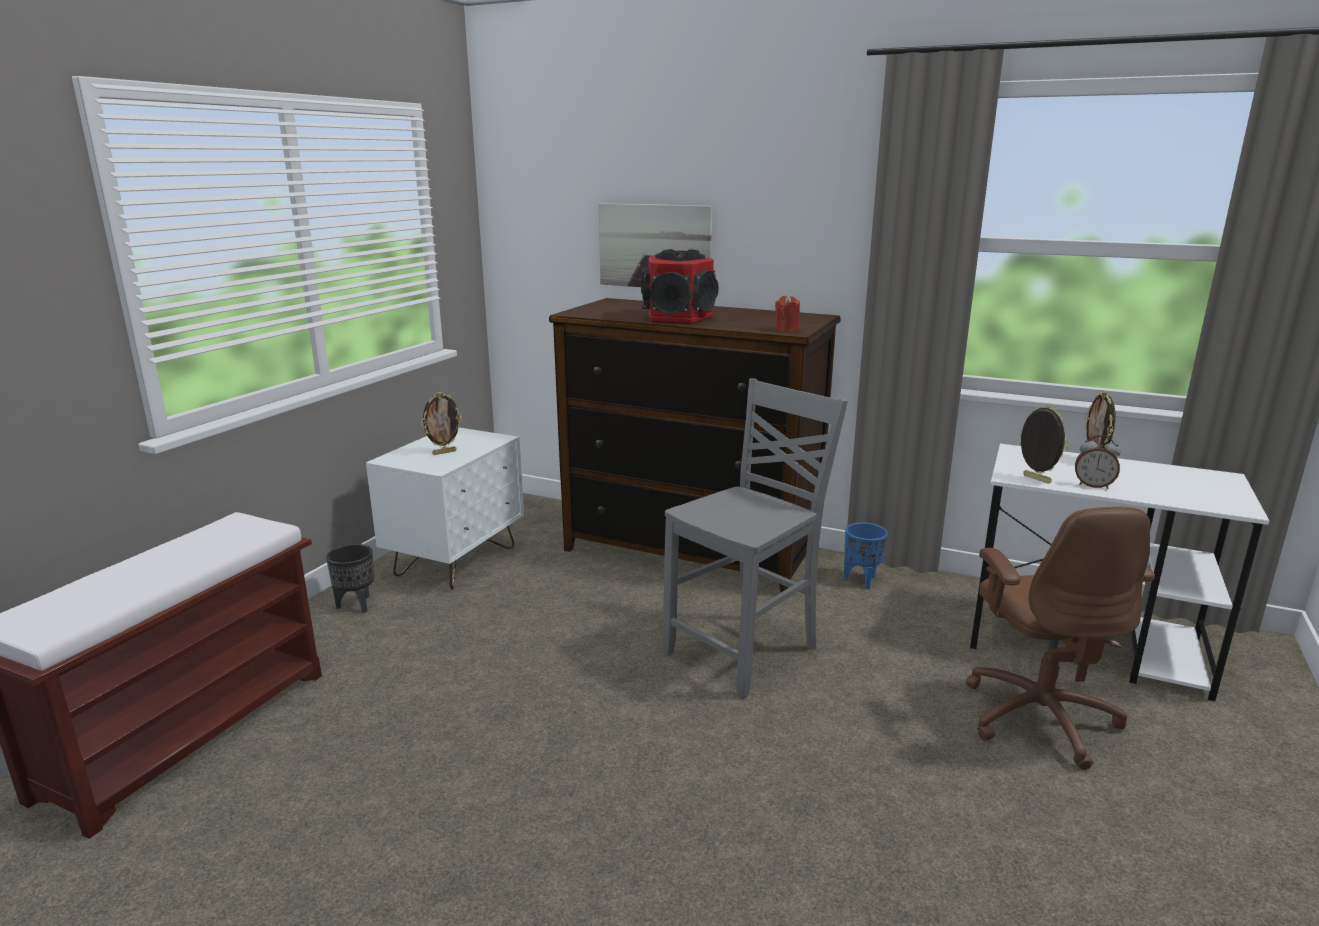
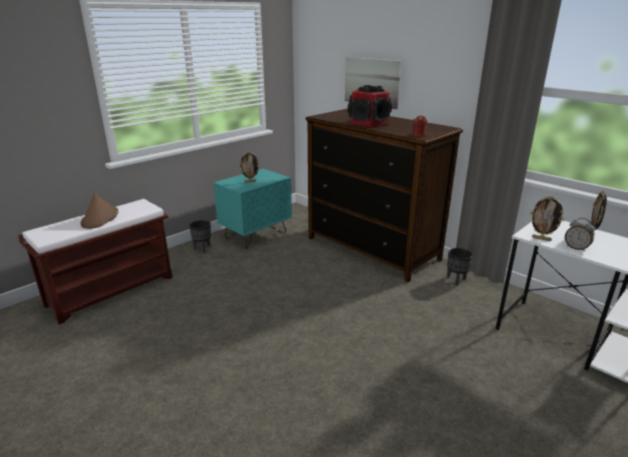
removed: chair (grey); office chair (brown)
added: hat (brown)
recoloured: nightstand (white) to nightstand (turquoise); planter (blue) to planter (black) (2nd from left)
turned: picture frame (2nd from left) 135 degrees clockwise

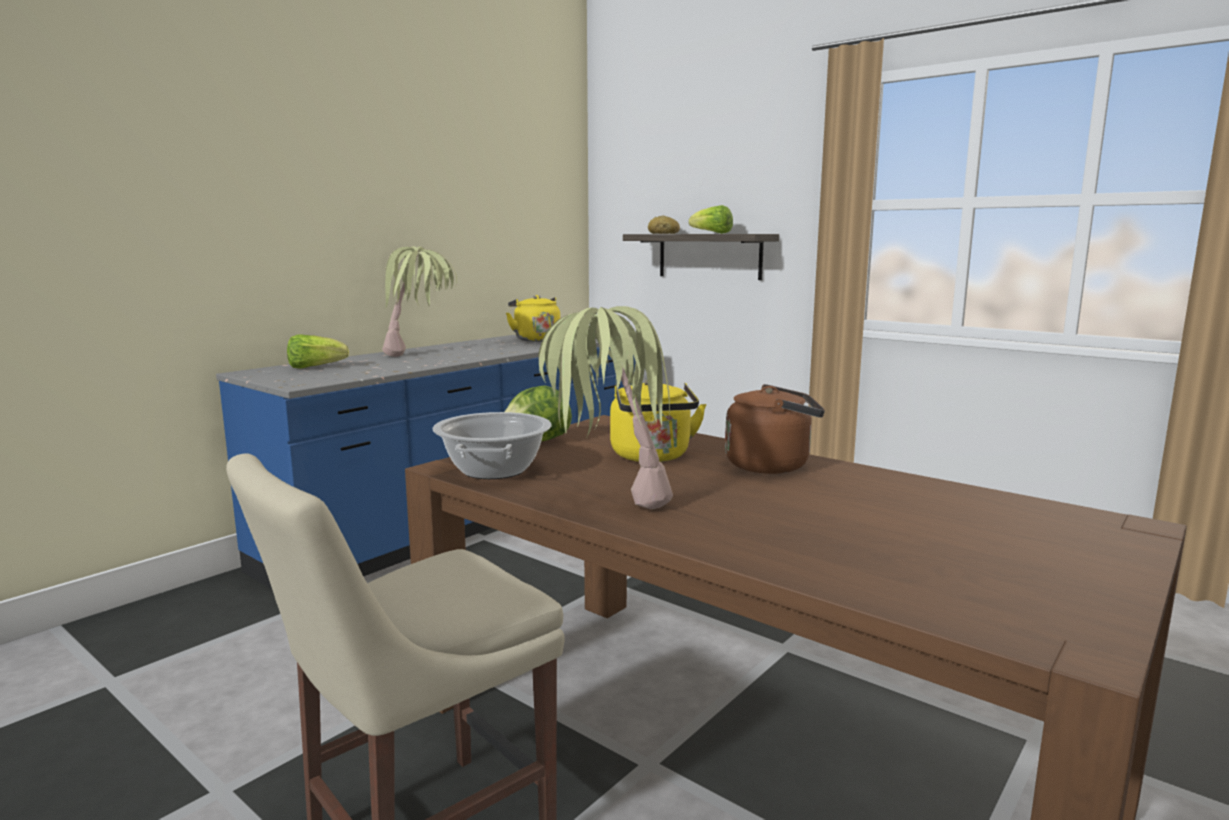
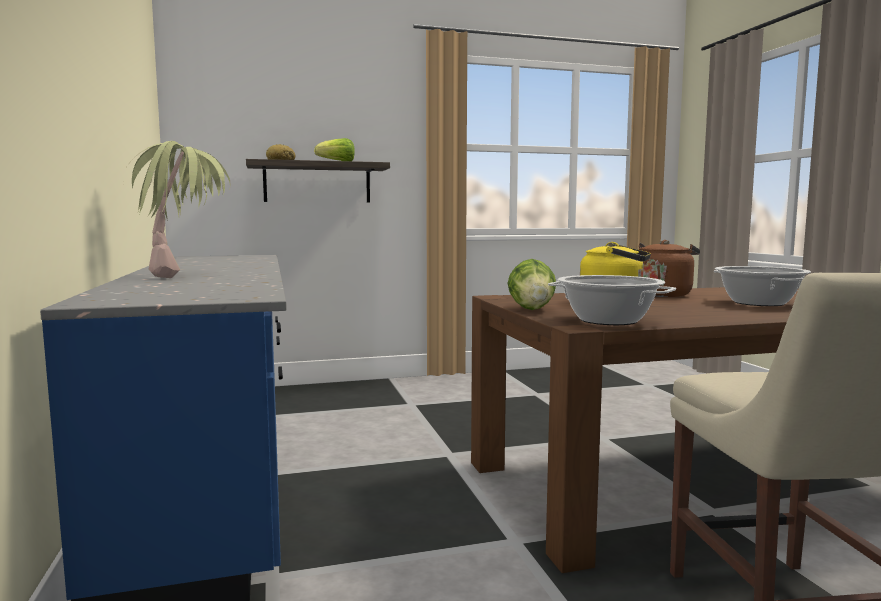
removed: lettuce (1st from left); kettle (yellow) (1st from left); potted plant (2nd from left)
added: cooking pot (2nd from left)

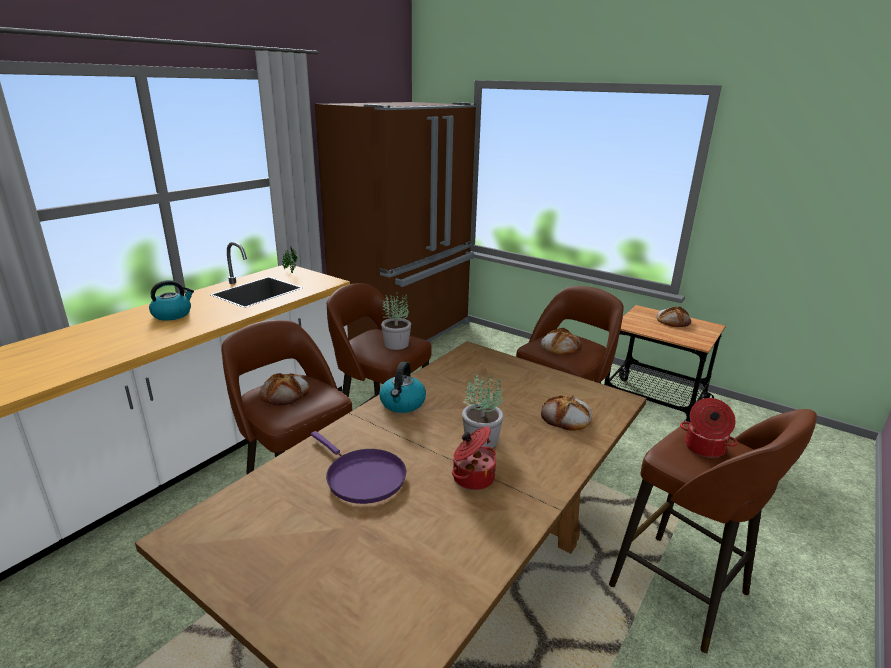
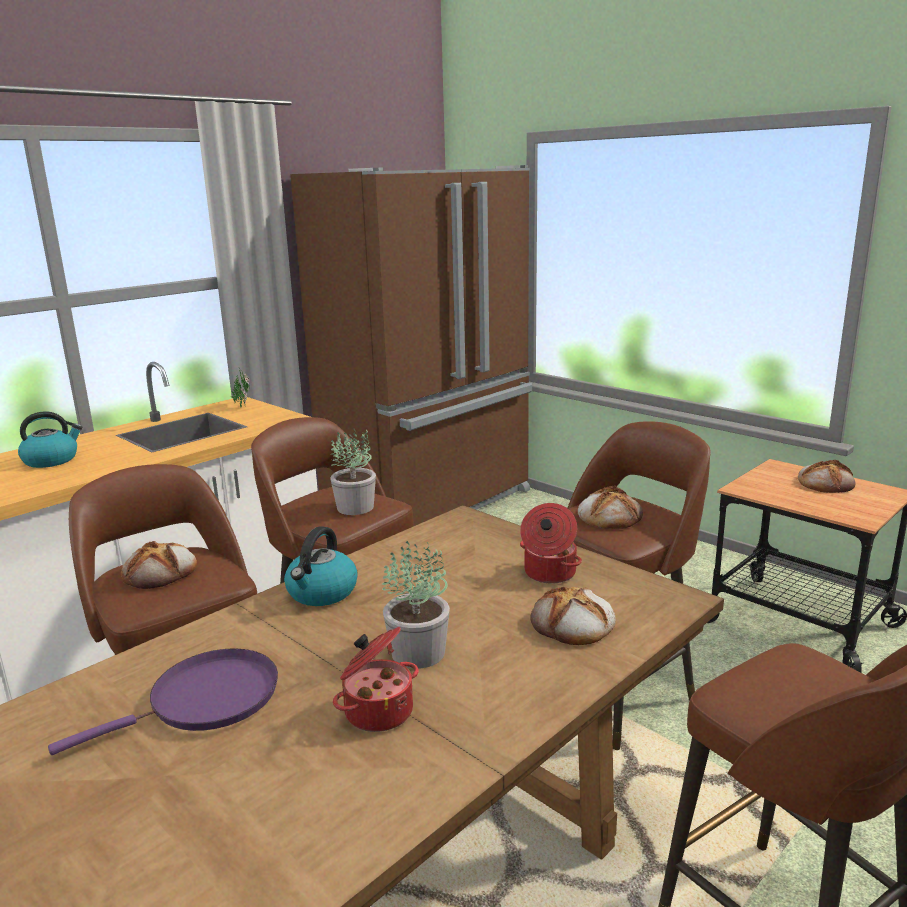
moved: cooking pot (2nd from left)
turned: frying pan (purple) 90 degrees counterclockwise

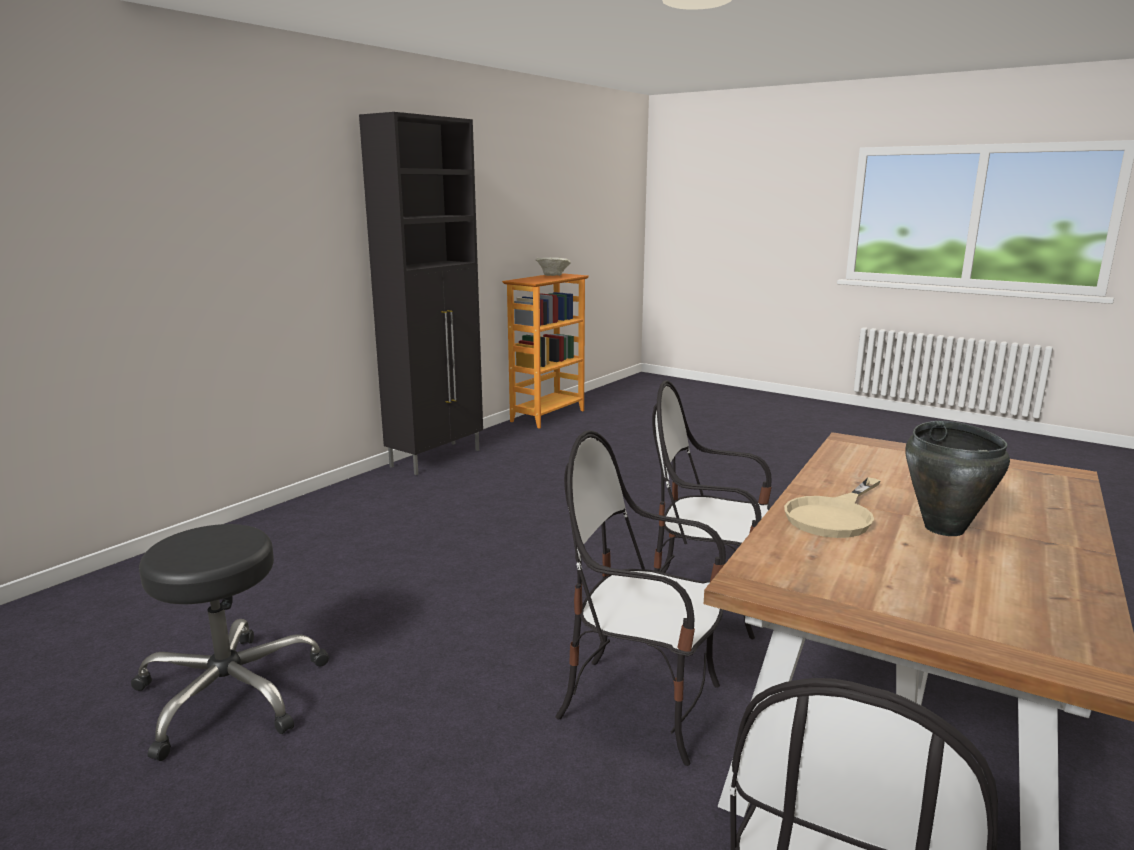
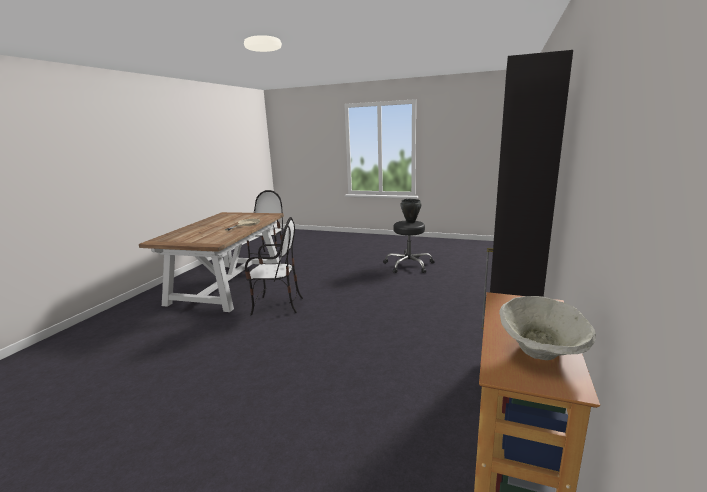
removed: chair (1st from left)
moved: cooking pot (black)

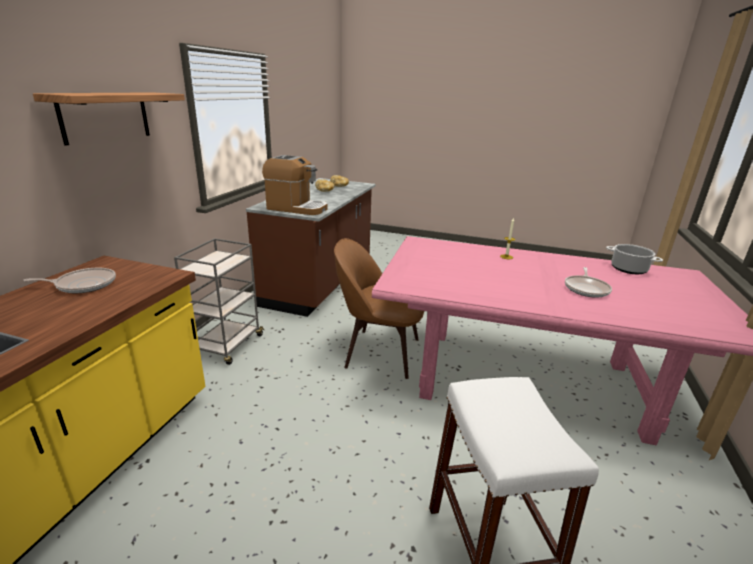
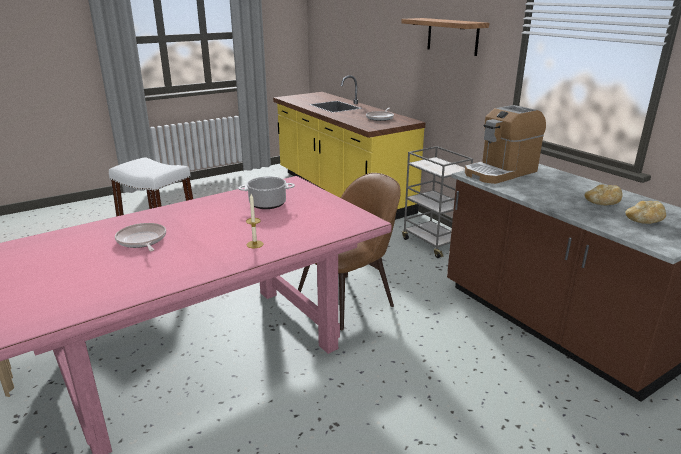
moved: cooking pot

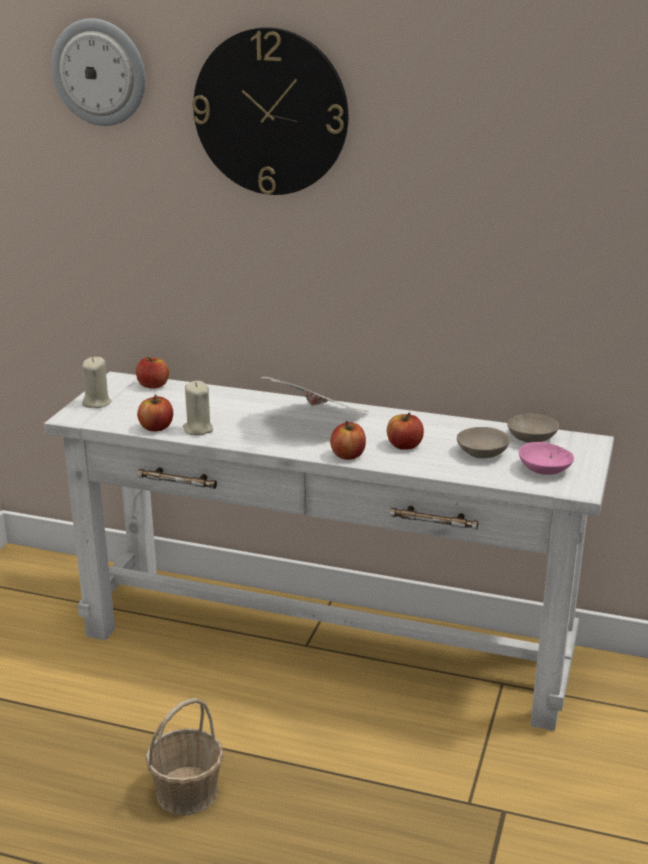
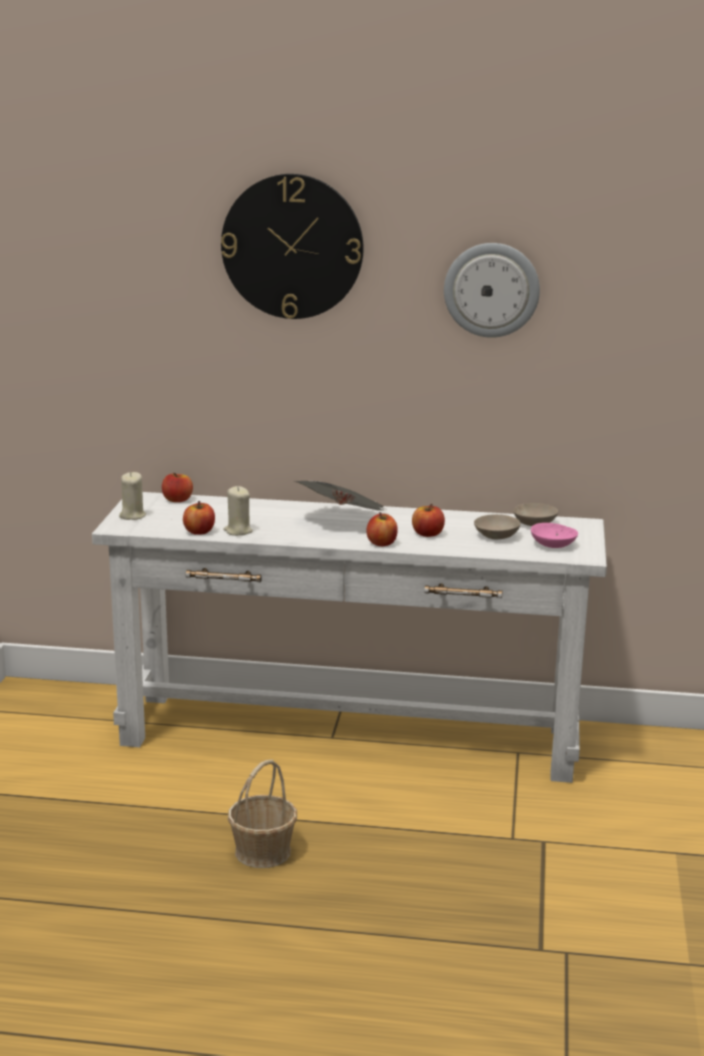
moved: wall clock (1st from left in the first image) to wall clock (2nd from left)

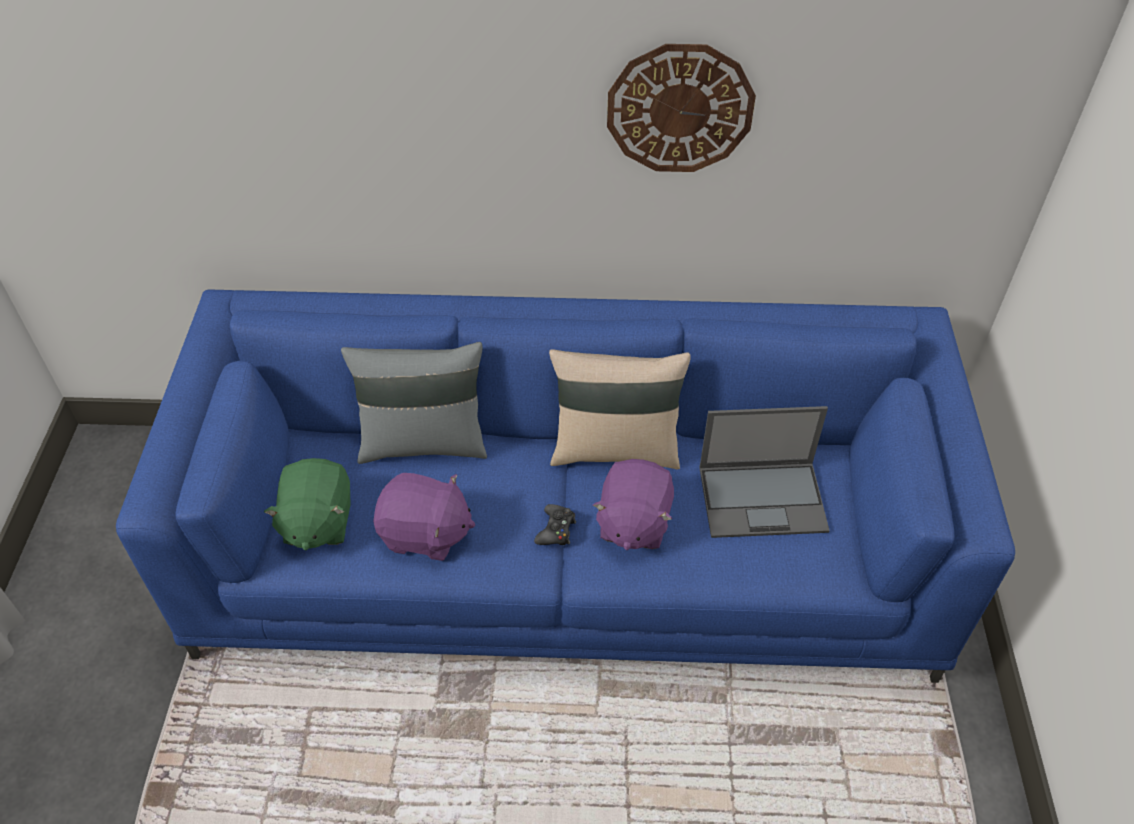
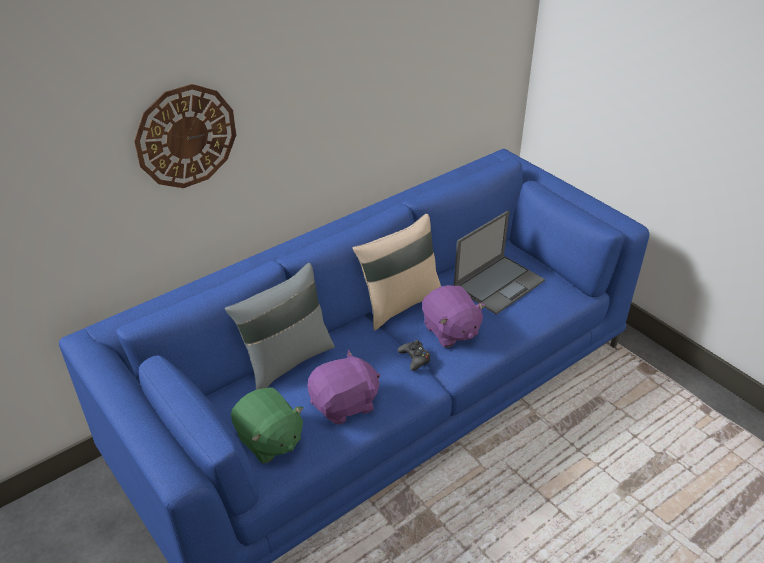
moved: wall clock

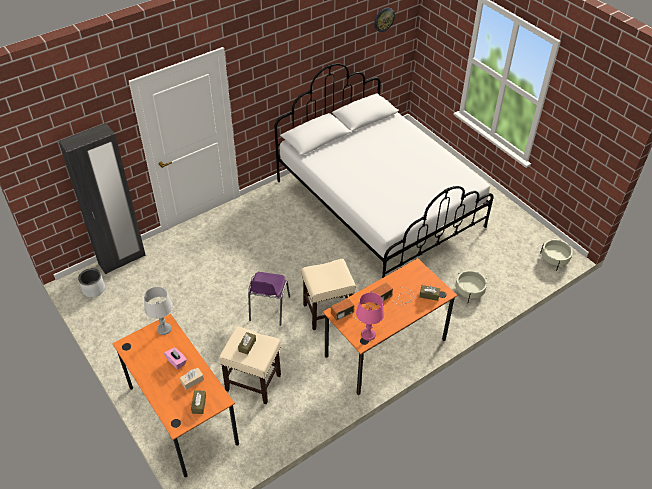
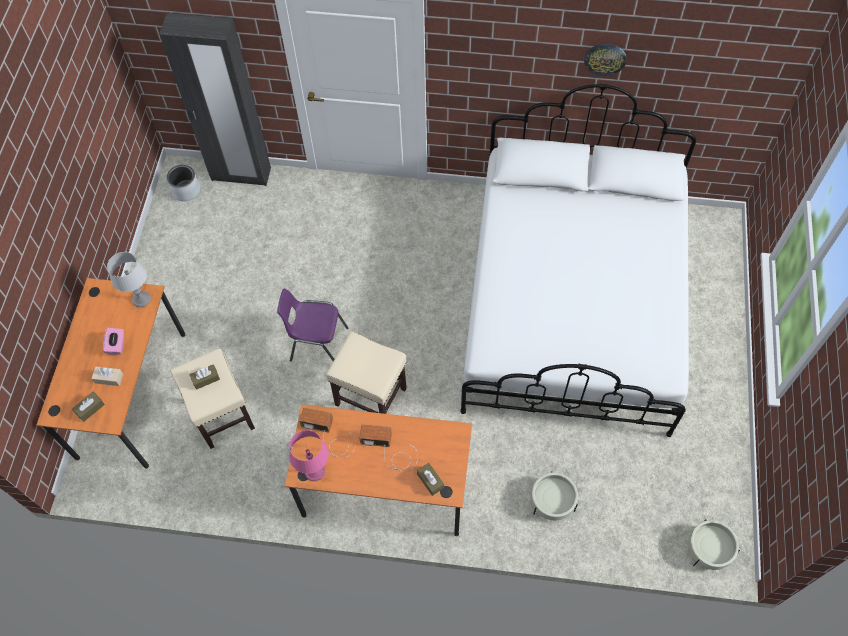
moved: wall clock
turned: chair (purple) 45 degrees clockwise

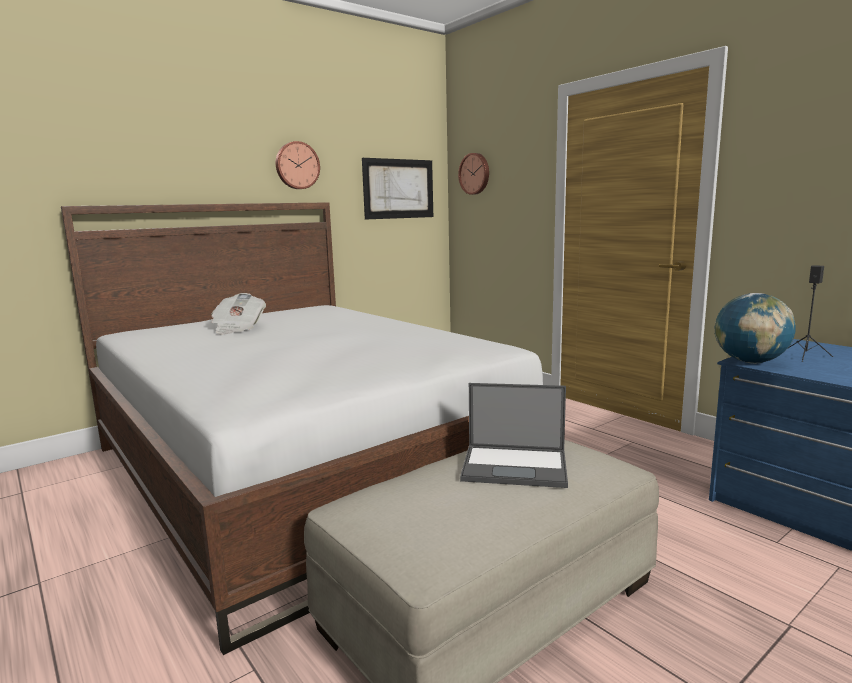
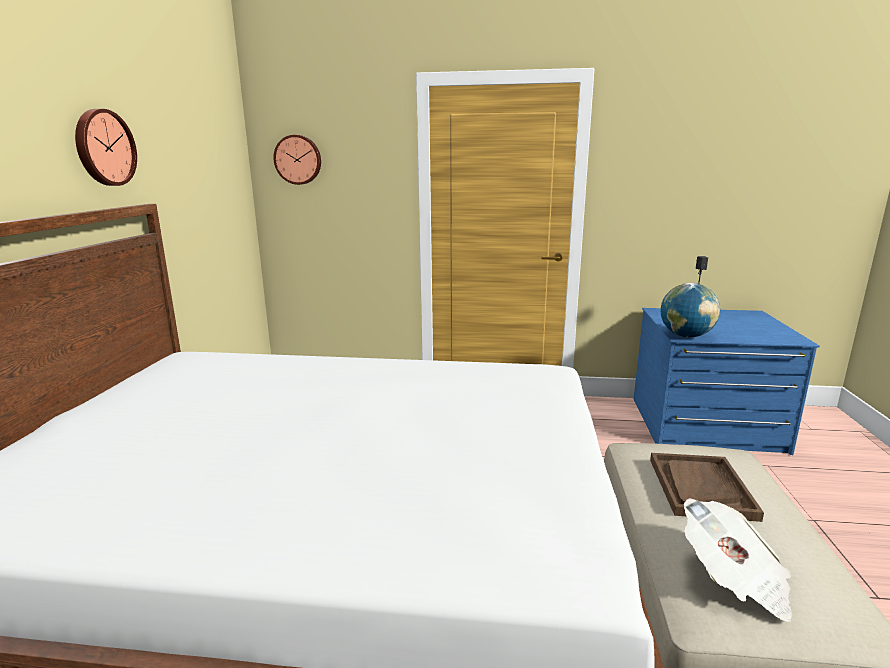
removed: picture
moved: newspaper
replaced: laptop to tray (brown)

